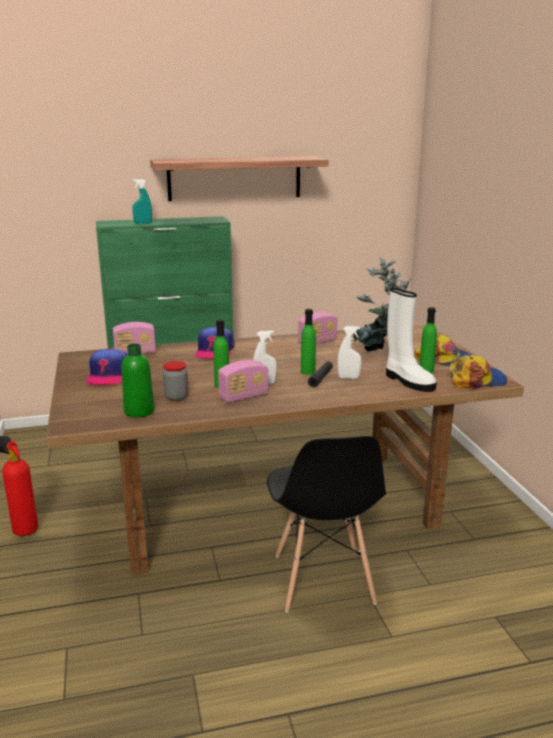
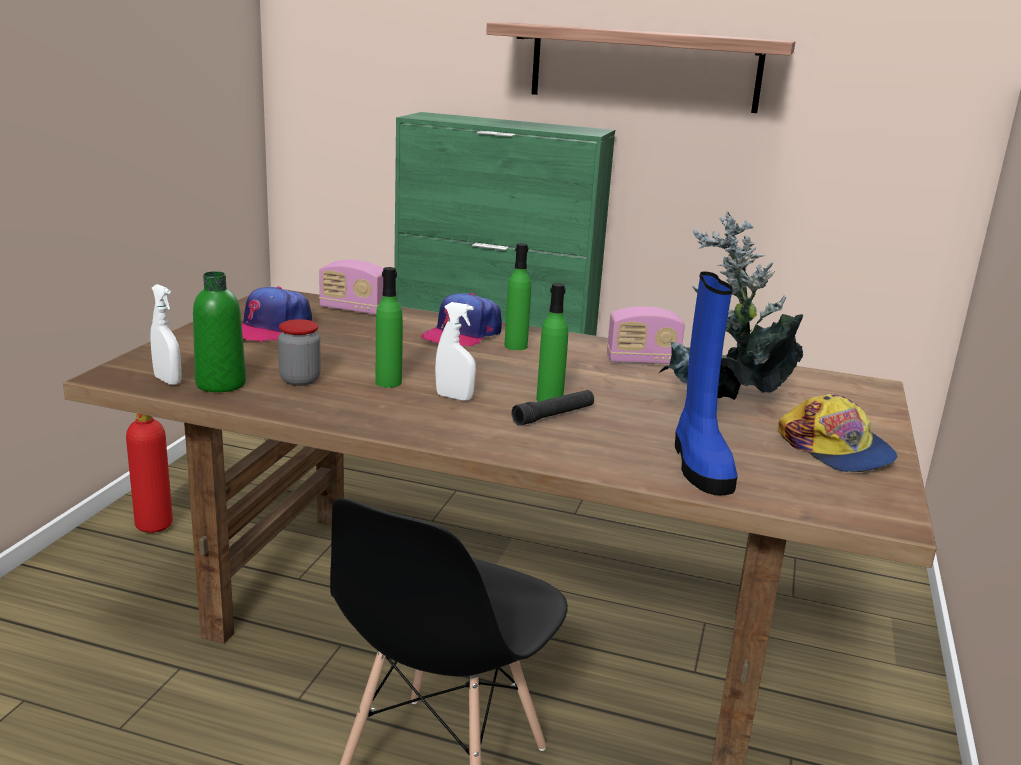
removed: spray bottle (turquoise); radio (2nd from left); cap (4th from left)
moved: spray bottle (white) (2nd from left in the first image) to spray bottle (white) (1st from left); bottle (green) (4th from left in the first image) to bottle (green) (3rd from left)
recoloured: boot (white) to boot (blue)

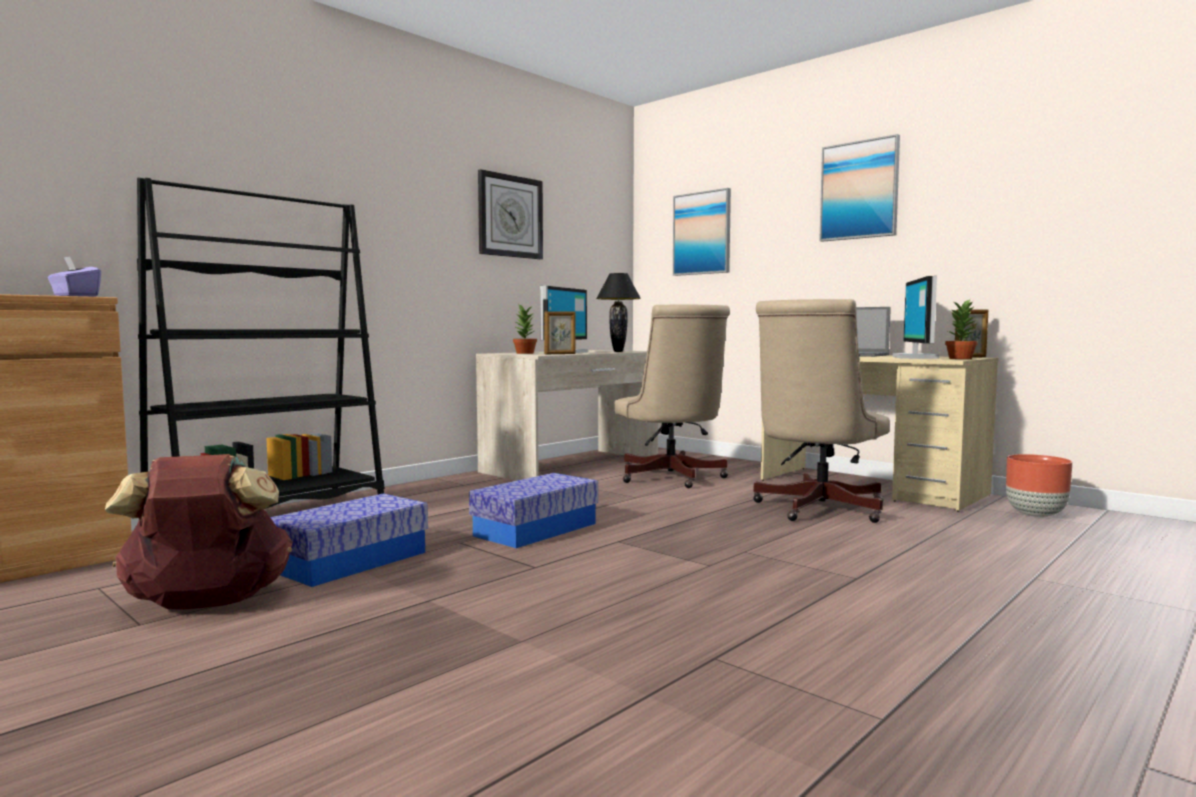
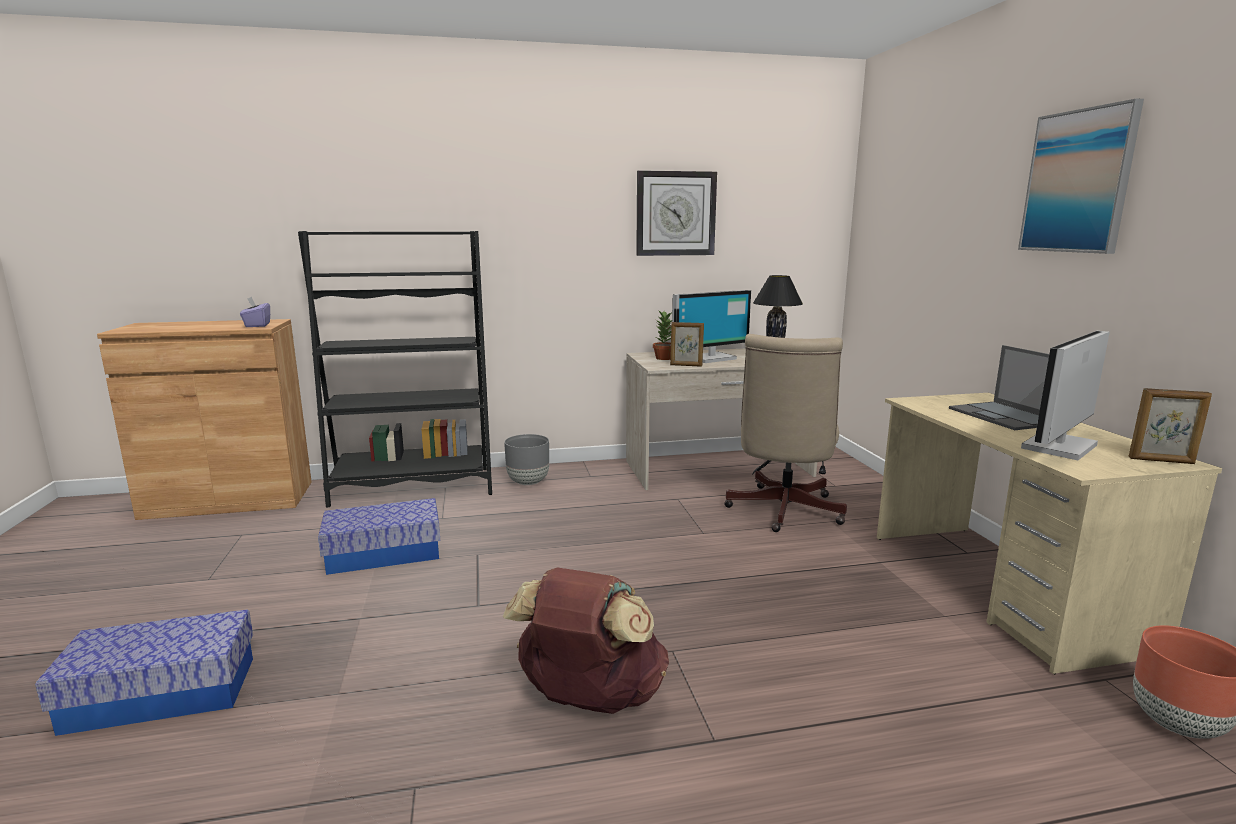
removed: picture (1st from left); office chair (beige) (2nd from left); potted plant (2nd from left)
added: planter (grey)
moved: storage box (2nd from left in the first image) to storage box (1st from left); backpack (brown)

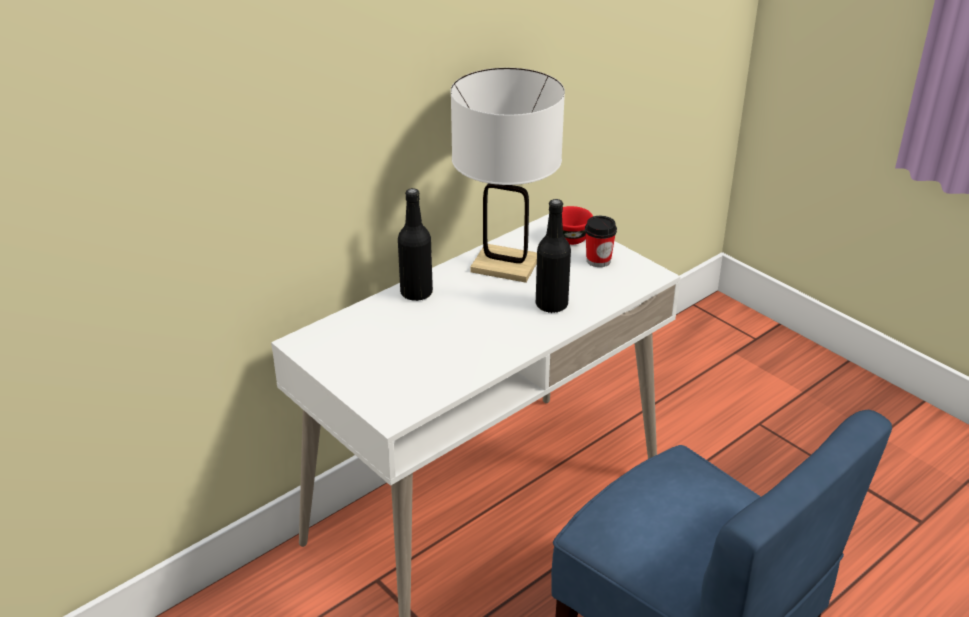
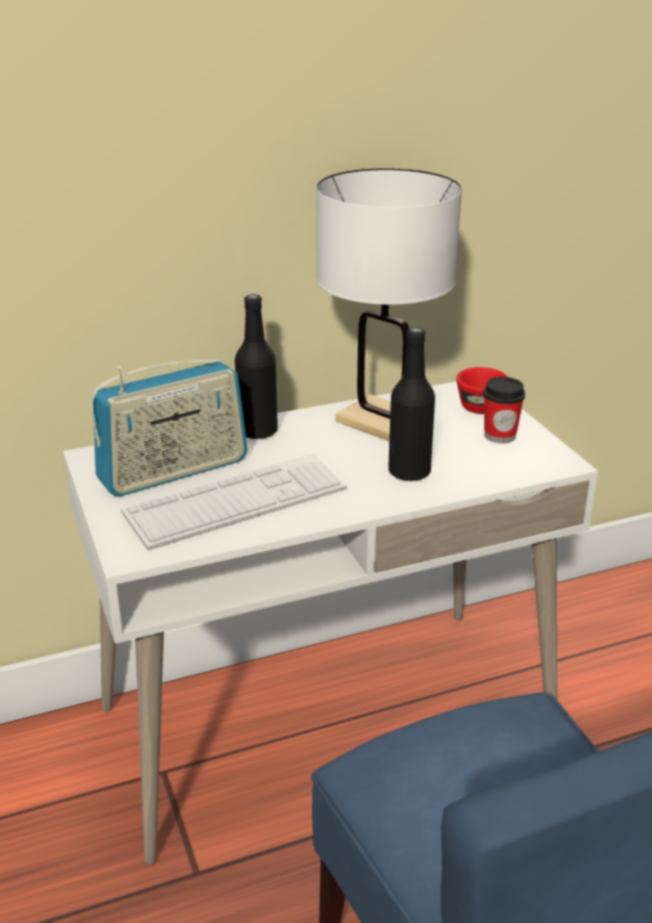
added: radio; keyboard

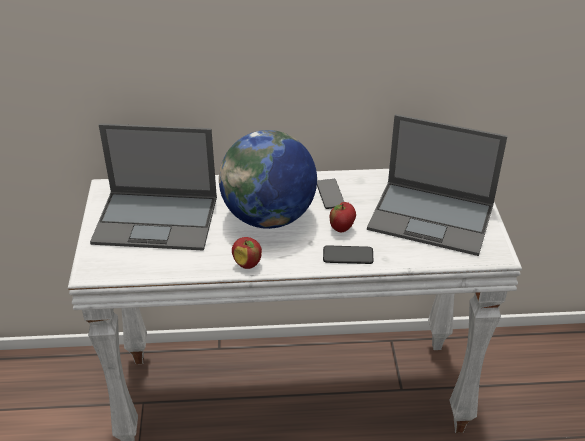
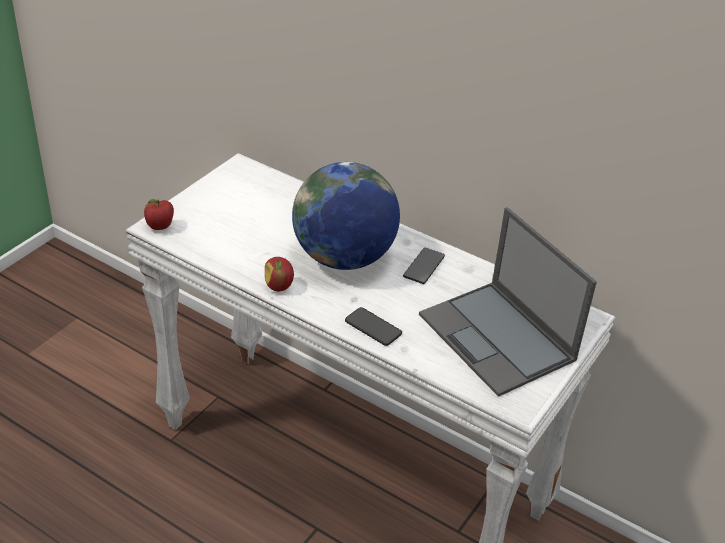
removed: laptop (1st from left)
moved: apple (2nd from left in the first image) to apple (1st from left)

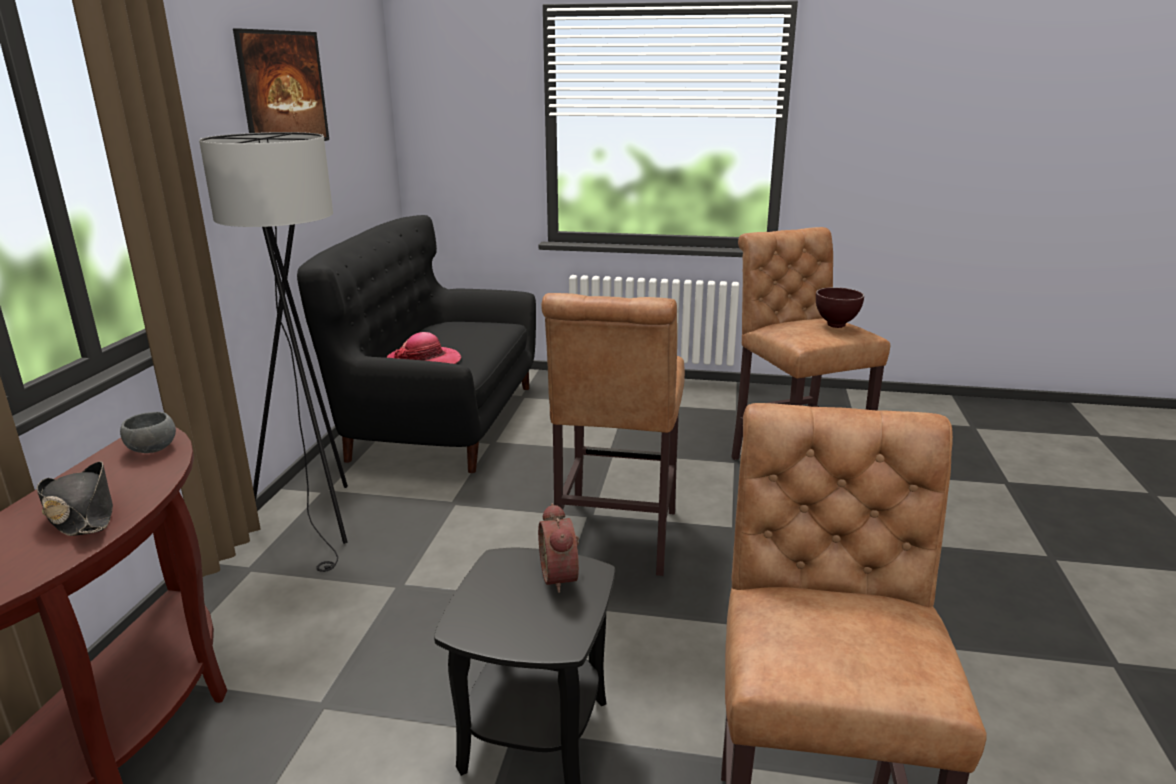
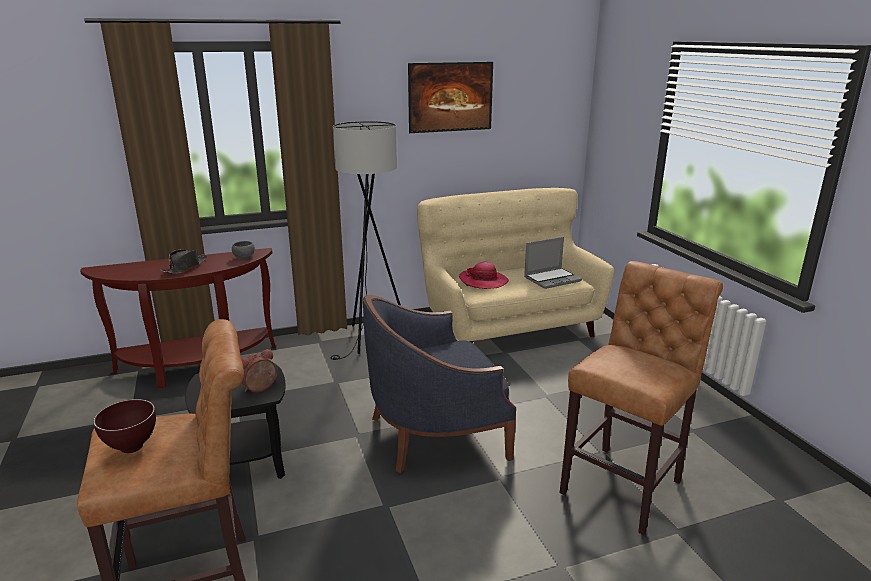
added: laptop
moved: bowl (brown)
replaced: stool (brown) (1st from left) to armchair (blue)
recoloured: sofa (black) to sofa (beige)

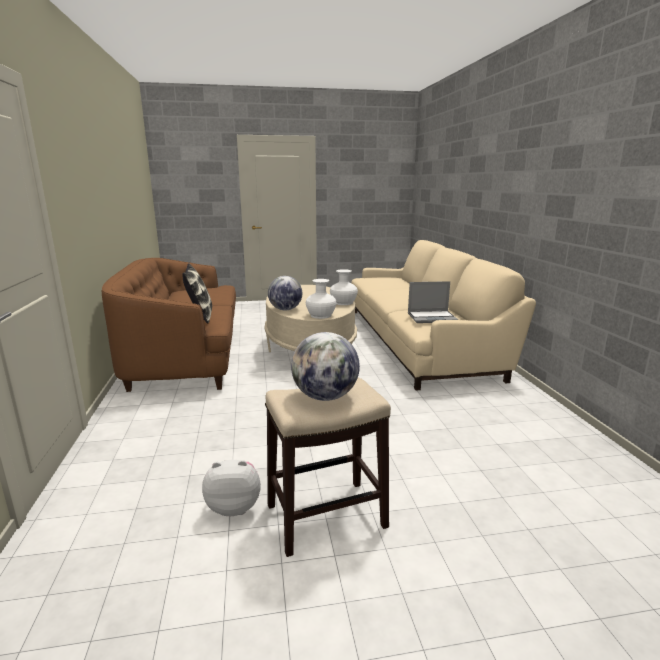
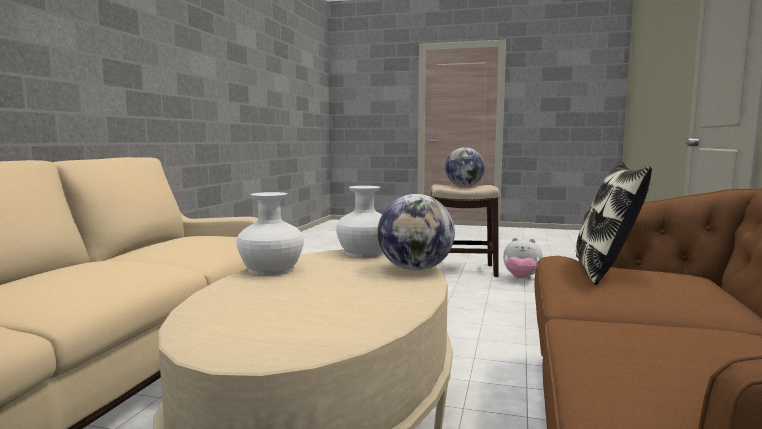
removed: laptop

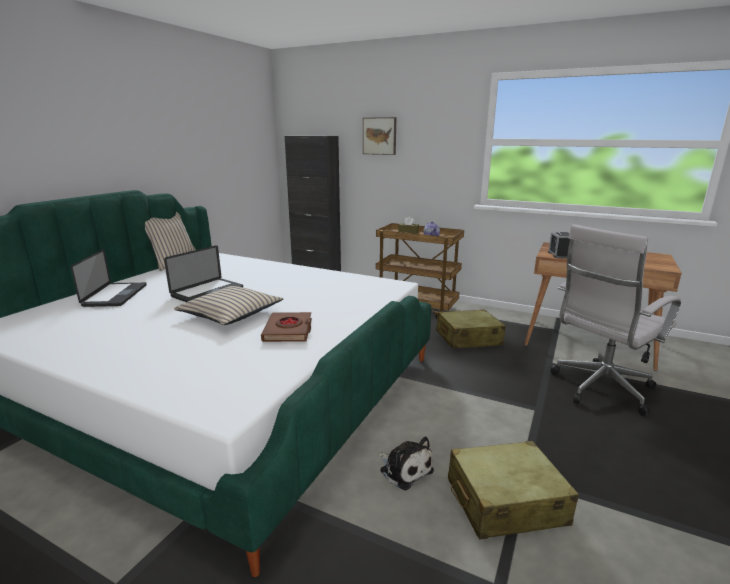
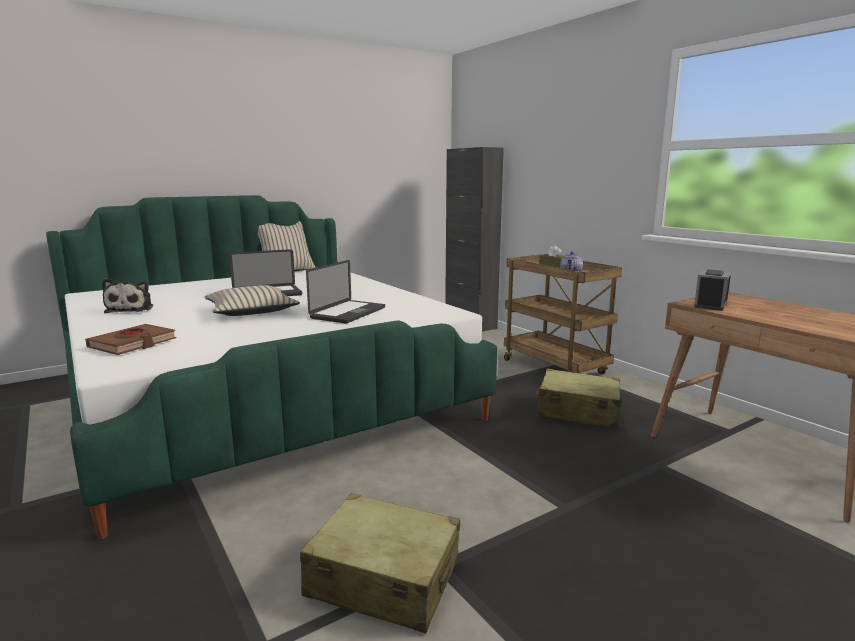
removed: picture; office chair (white)
moved: book (brown); plush toy; laptop (1st from left in the first image) to laptop (2nd from left)

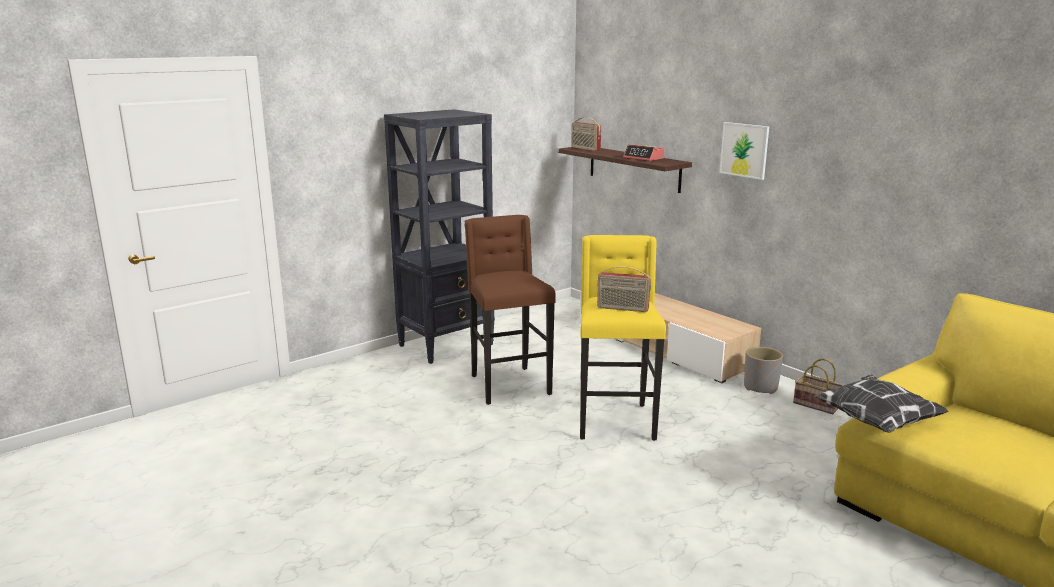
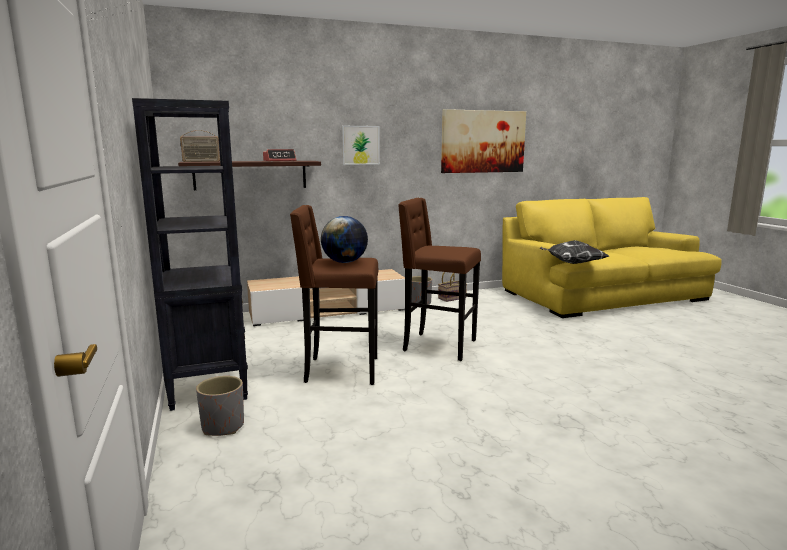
removed: radio (2nd from left)
added: planter (grey) (1st from left); globe; picture (2nd from left)
recoloured: stool (yellow) to stool (brown) (2nd from left)

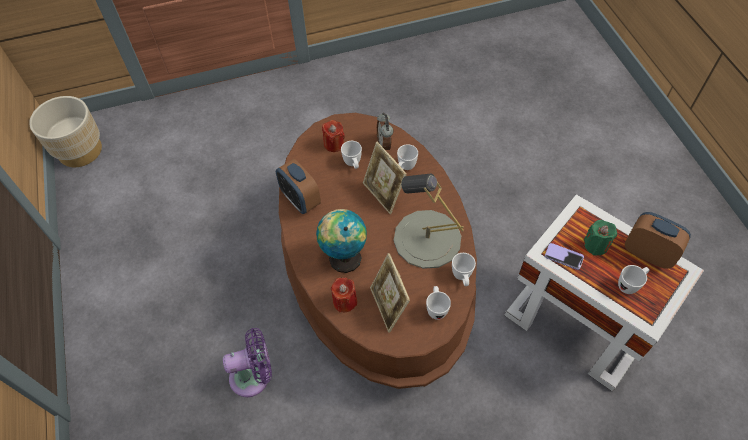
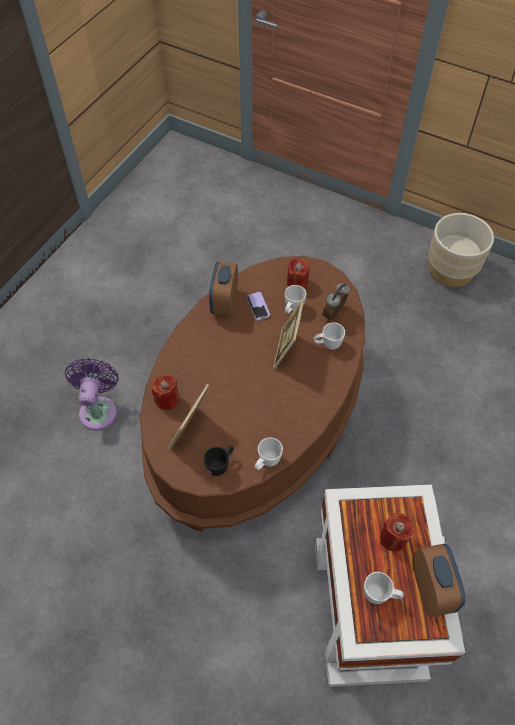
removed: globe; table lamp (grey)
moved: phone; planter (beige)
recoloured: mug (white) (3rd from left) to mug (black); candle (green) to candle (red) (3rd from left)
turned: fan (purple) 120 degrees counterclockwise

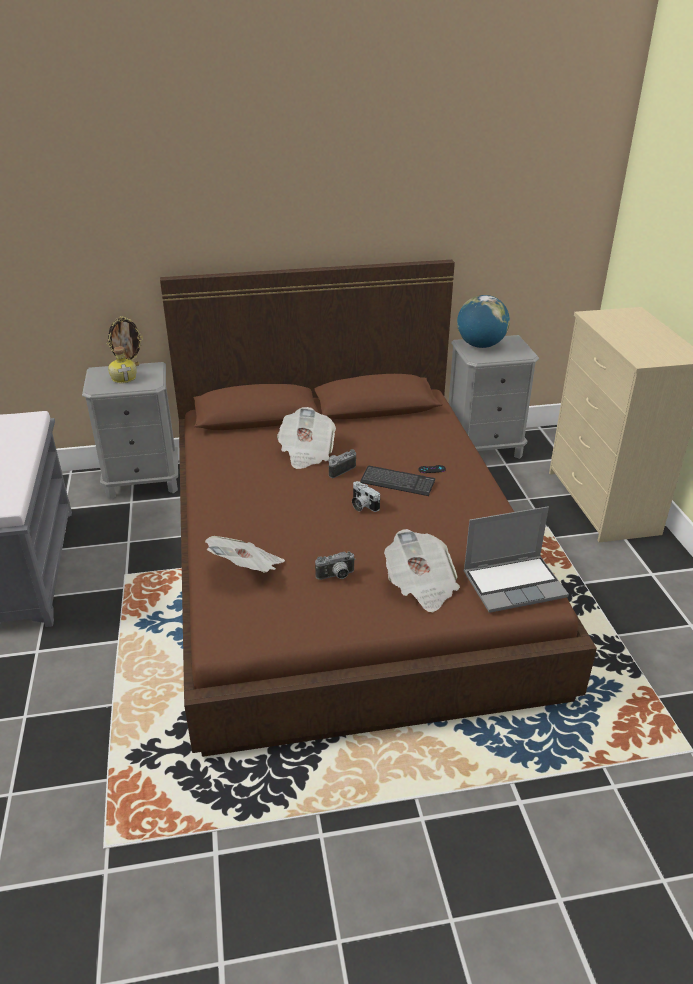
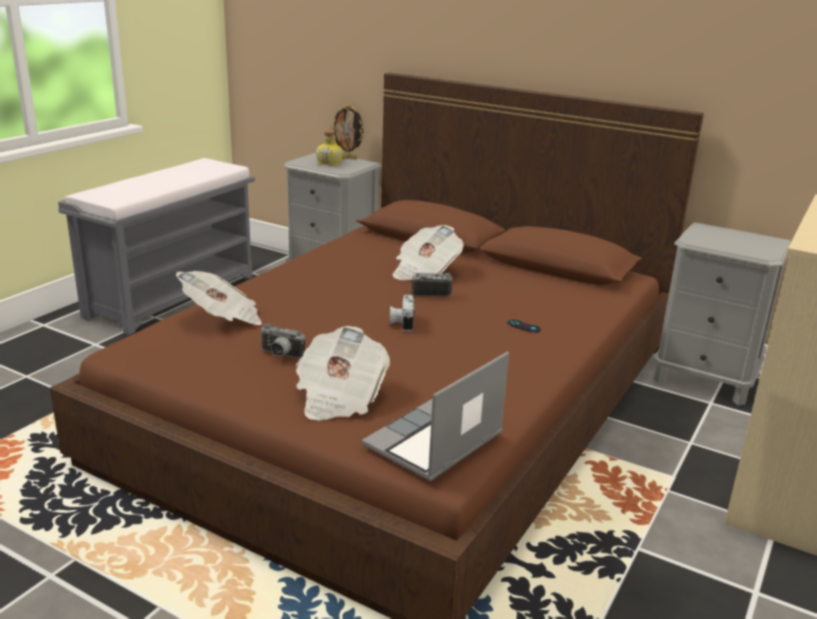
removed: keyboard; globe
turned: laptop 105 degrees clockwise

